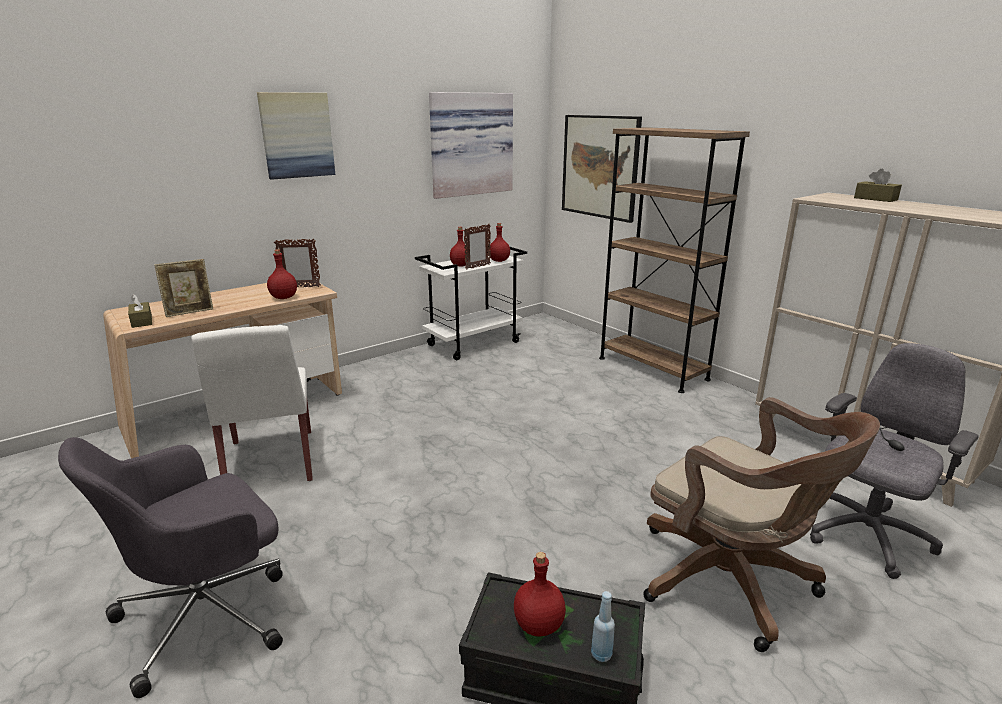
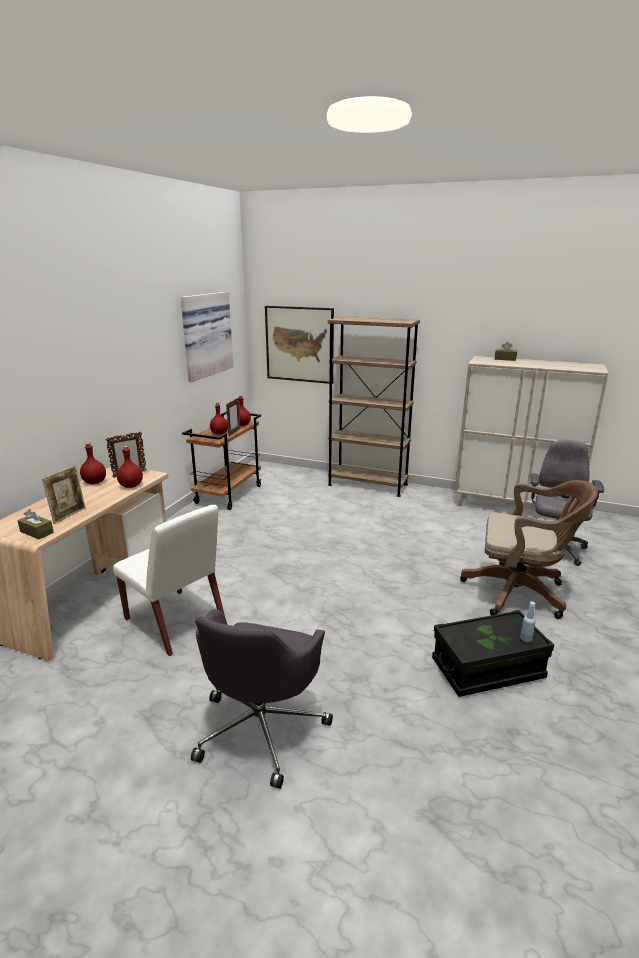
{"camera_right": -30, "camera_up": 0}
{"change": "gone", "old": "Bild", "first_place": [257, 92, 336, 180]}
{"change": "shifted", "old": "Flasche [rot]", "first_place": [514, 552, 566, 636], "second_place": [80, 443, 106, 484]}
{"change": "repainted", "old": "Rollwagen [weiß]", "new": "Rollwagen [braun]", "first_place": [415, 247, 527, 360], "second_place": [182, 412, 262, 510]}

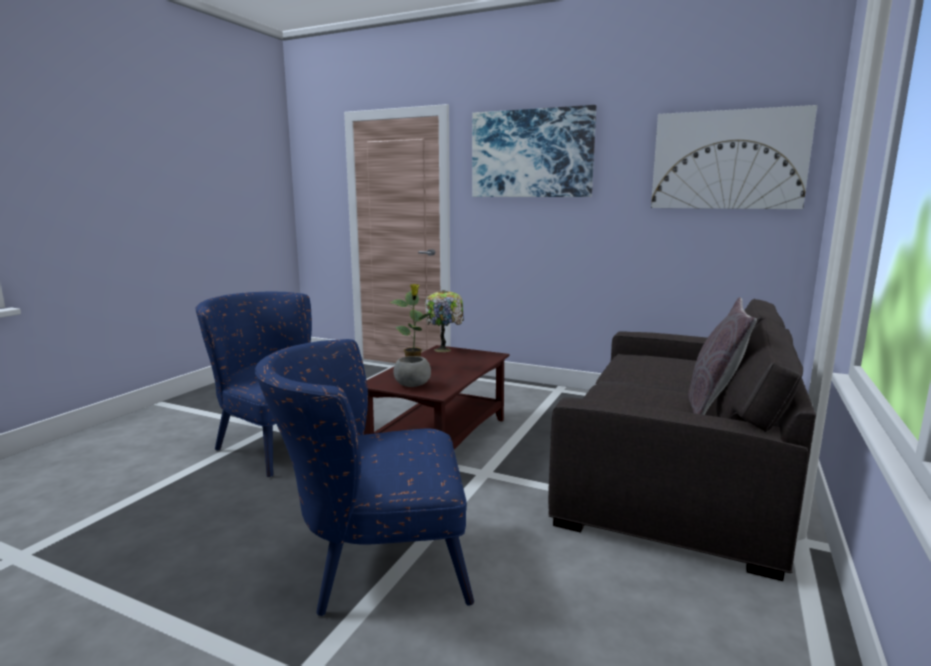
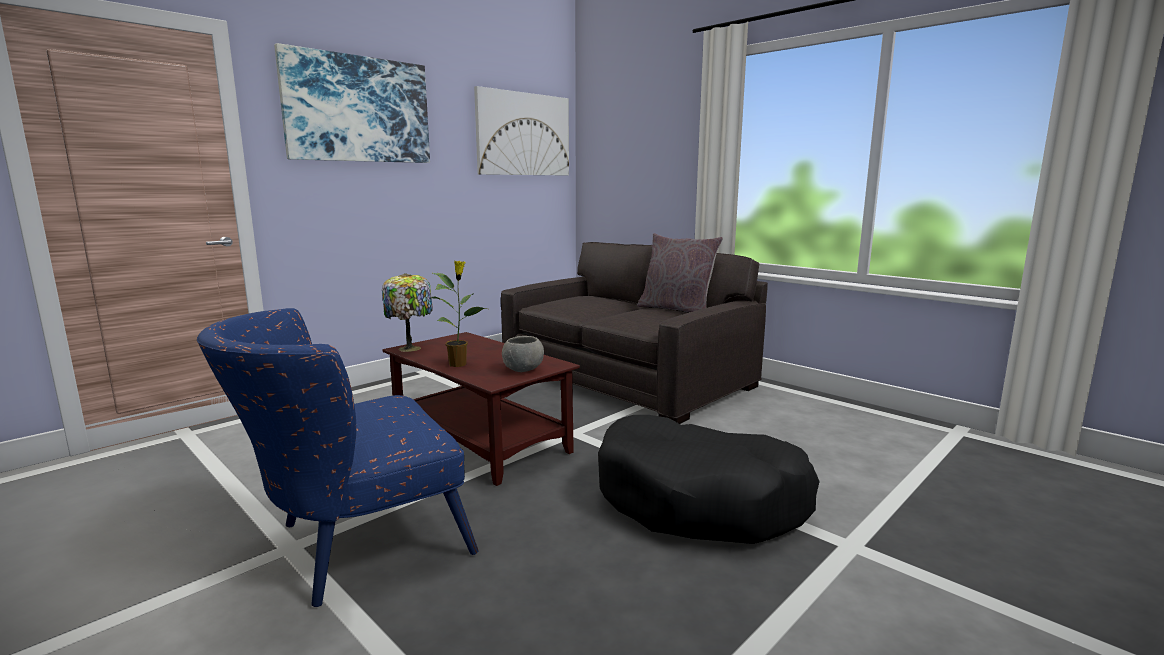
{"camera_right": -70, "camera_up": 0}
{"change": "swapped", "old": "Sessel [blau]", "new": "Hundebett [schwarz]", "first_place": [255, 339, 474, 616], "second_place": [598, 415, 820, 544]}

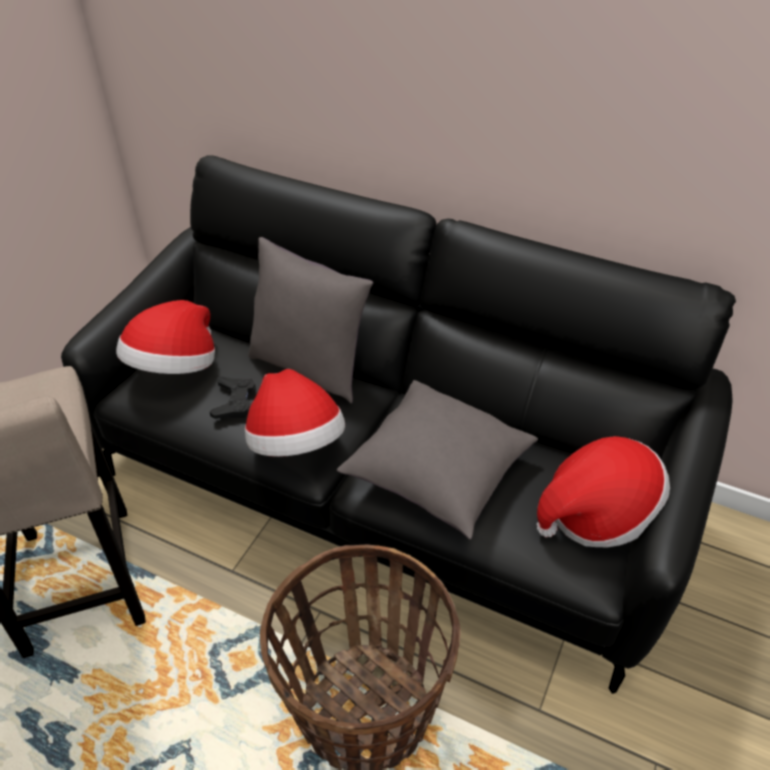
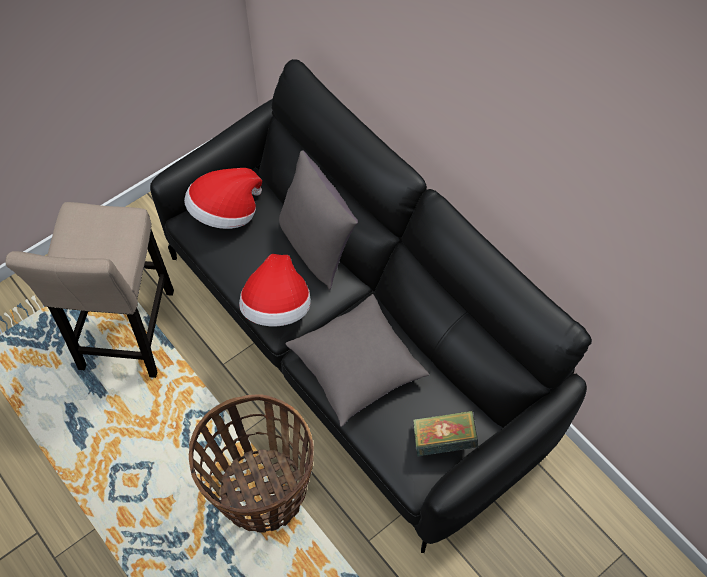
{"camera_right": 25, "camera_up": 15}
{"change": "gone", "old": "Gamepad [schwarz]", "first_place": [210, 377, 256, 419]}
{"change": "swapped", "old": "Hut", "new": "Buch", "first_place": [537, 436, 670, 547], "second_place": [413, 411, 479, 457]}

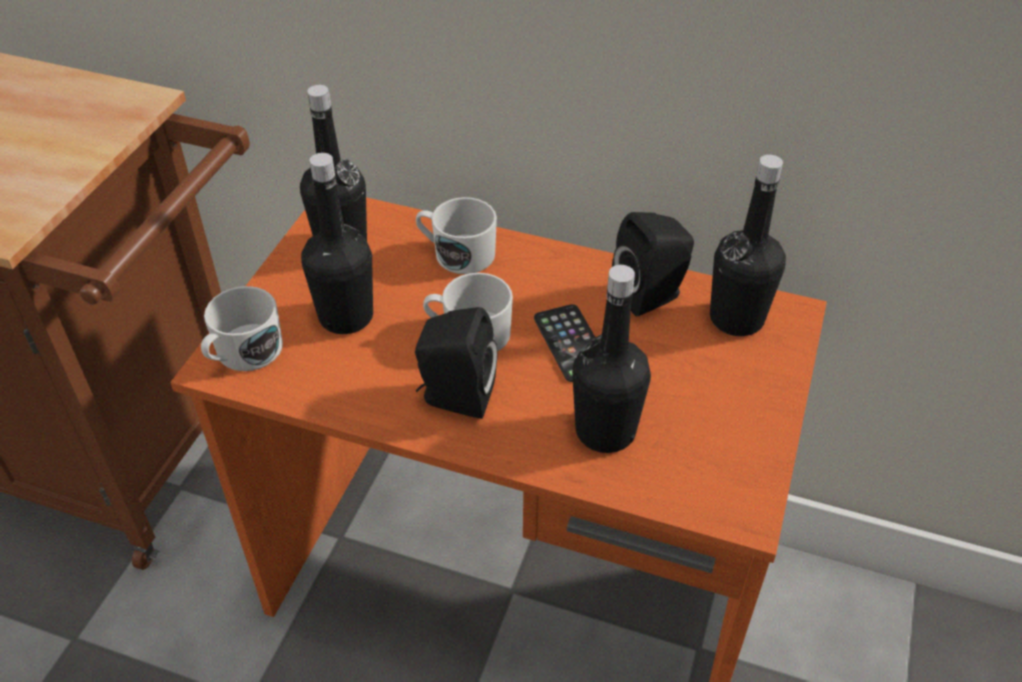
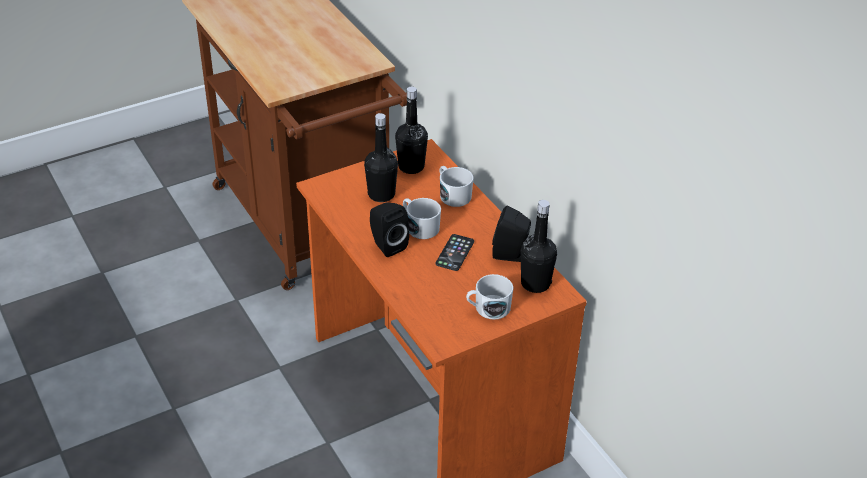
{"camera_right": 40, "camera_up": -5}
{"change": "gone", "old": "Flasche [schwarz]", "first_place": [572, 265, 651, 453]}
{"change": "shifted", "old": "Henkelbecher [weiß]", "first_place": [201, 286, 283, 371], "second_place": [466, 274, 513, 320]}

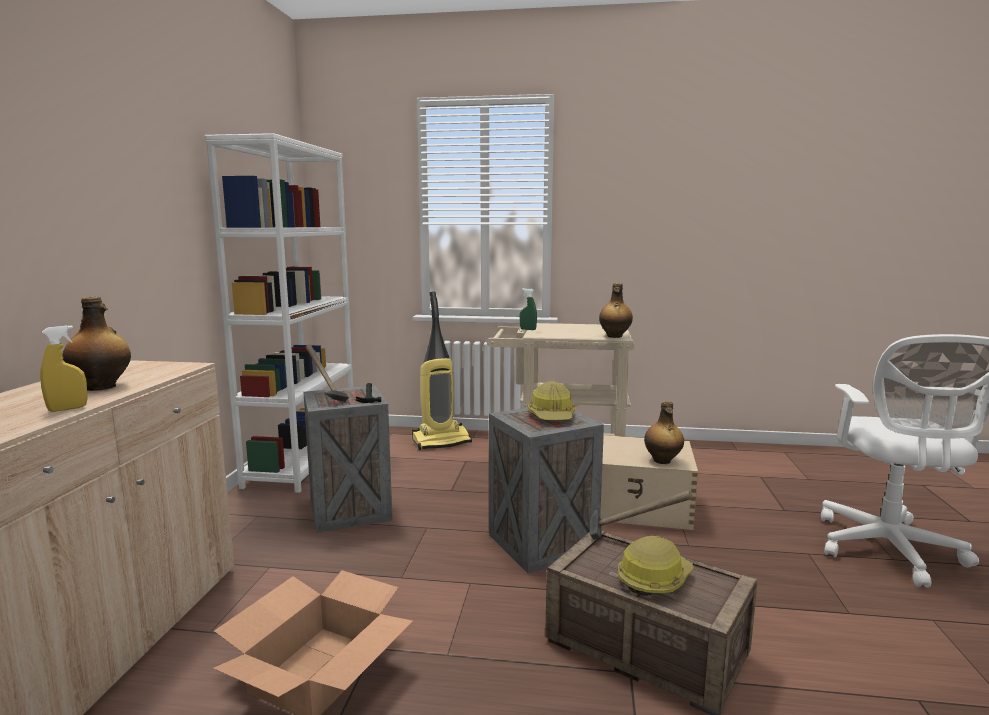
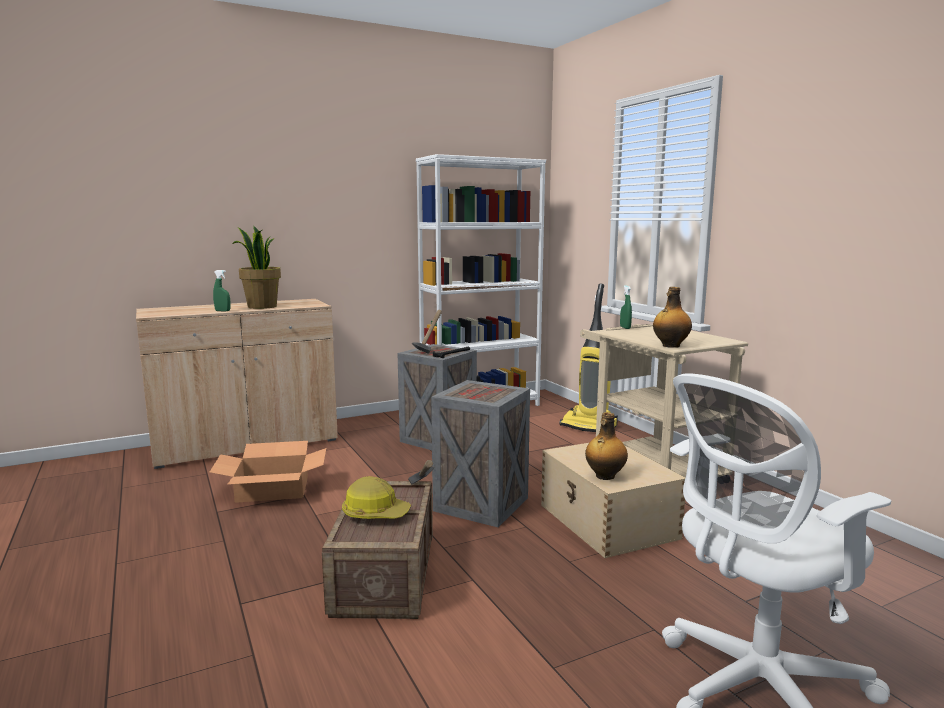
{"camera_right": 55, "camera_up": 0}
{"change": "gone", "old": "Schutzhelm", "first_place": [528, 382, 575, 420]}
{"change": "swapped", "old": "Flasche", "new": "Topfpflanze", "first_place": [62, 297, 131, 391], "second_place": [232, 226, 281, 309]}
{"change": "repainted", "old": "Sprühflasche [gelb]", "new": "Sprühflasche [grün]", "first_place": [40, 325, 88, 412], "second_place": [213, 270, 230, 312]}

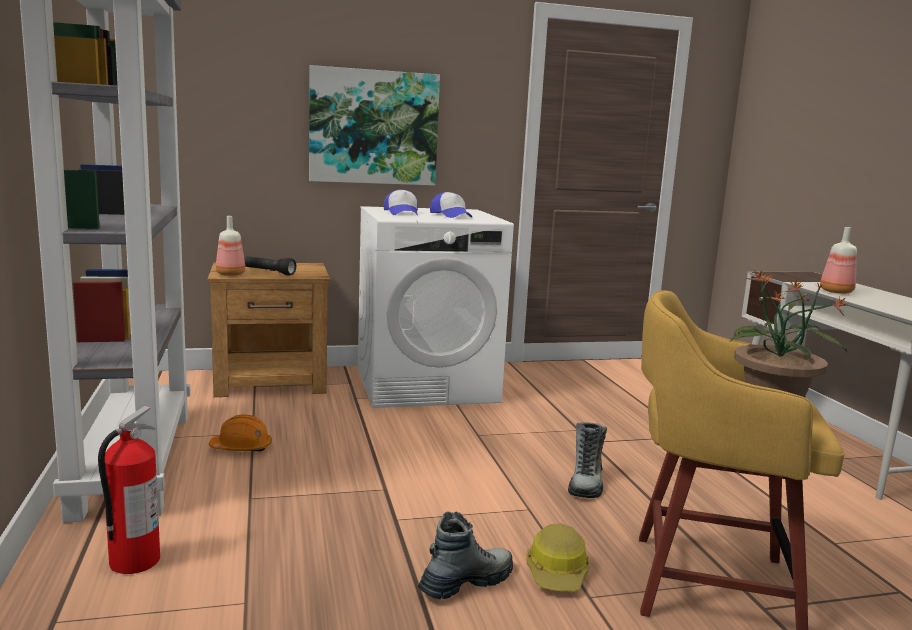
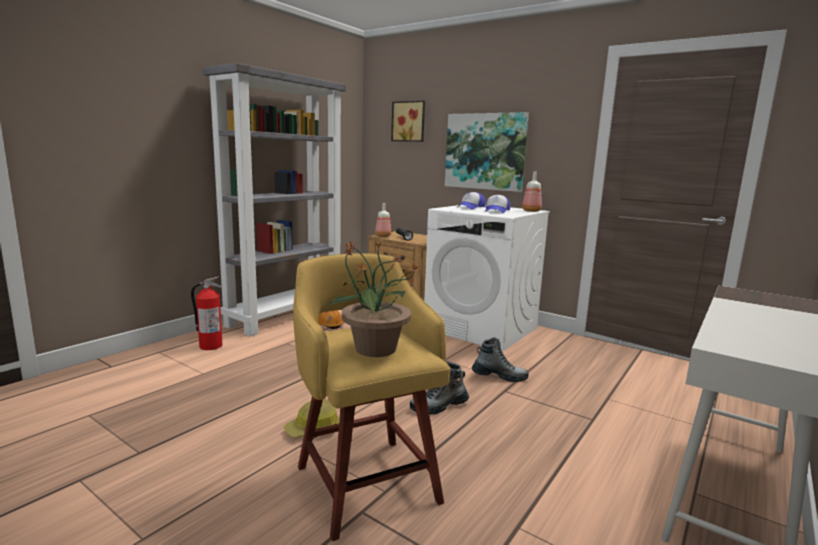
{"camera_right": 50, "camera_up": 0}
{"change": "new", "new": "Bild", "second_place": [391, 101, 425, 142]}
{"change": "shifted", "old": "Stiefel", "first_place": [418, 511, 513, 599], "second_place": [472, 337, 529, 382]}
{"change": "shifted", "old": "Flasche", "first_place": [820, 227, 857, 294], "second_place": [522, 172, 542, 212]}

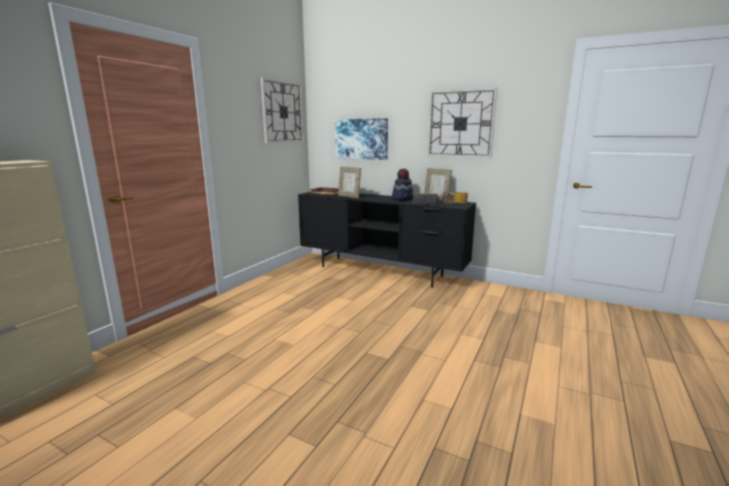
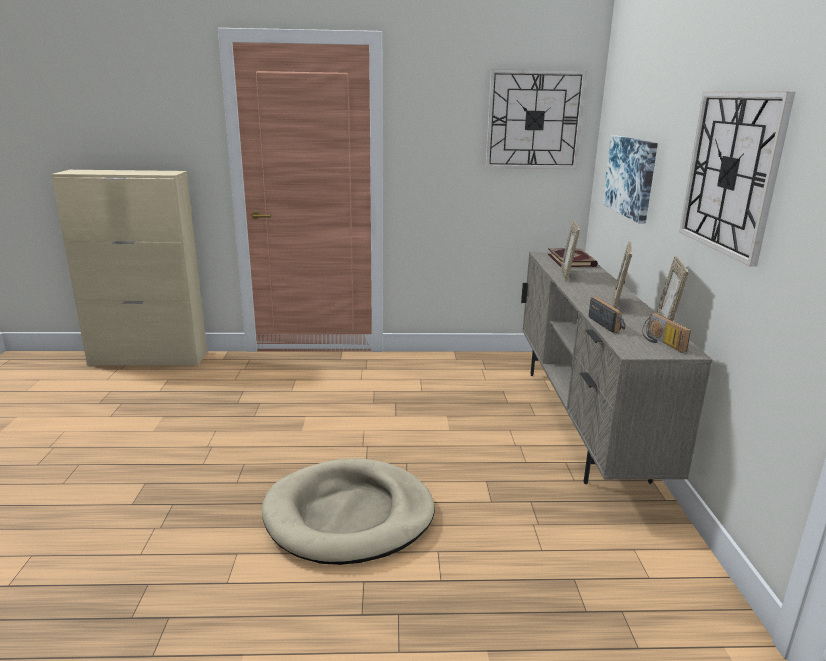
{"camera_right": 60, "camera_up": 5}
{"change": "new", "new": "Hundebett [beige]", "second_place": [262, 459, 435, 565]}
{"change": "swapped", "old": "Hut", "new": "Bilderrahmen", "first_place": [392, 169, 413, 201], "second_place": [613, 242, 632, 309]}
{"change": "repainted", "old": "Fernsehschrank [schwarz]", "new": "Fernsehschrank [beige]", "first_place": [298, 191, 476, 288], "second_place": [521, 252, 713, 484]}

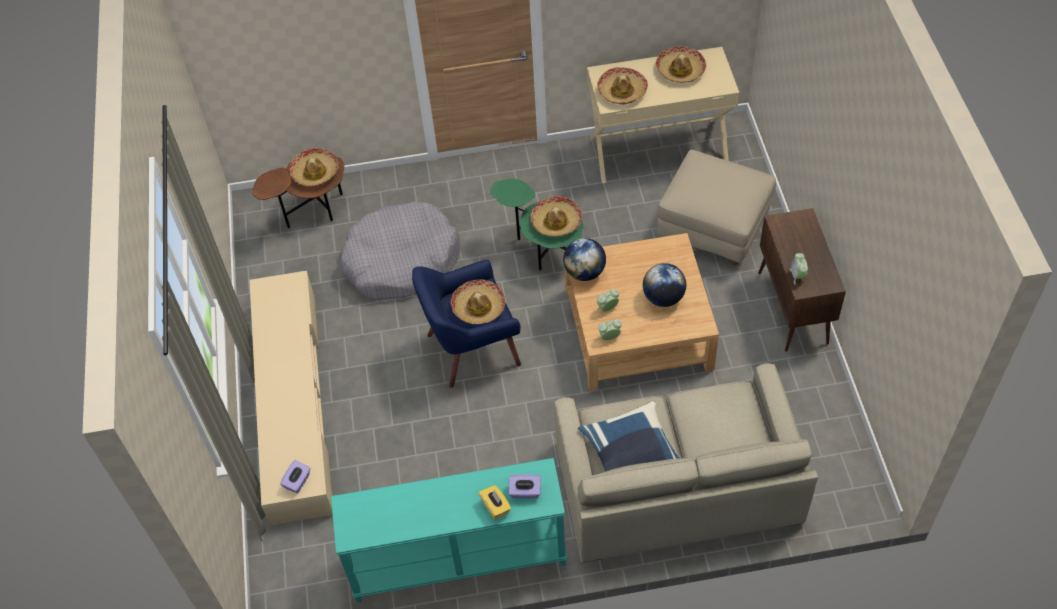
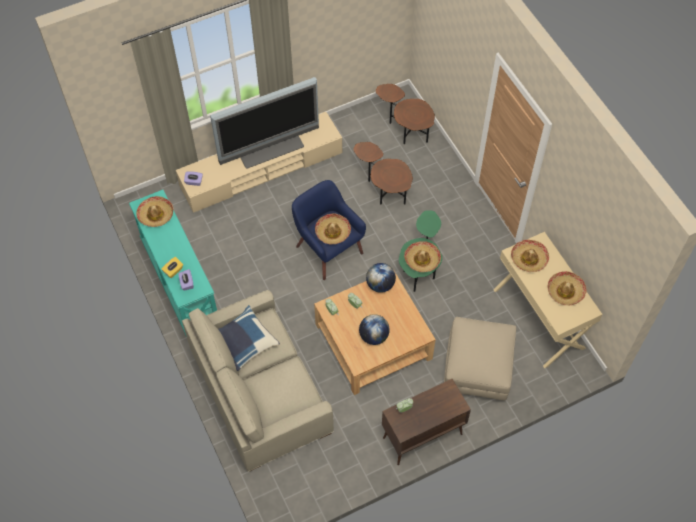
{"camera_right": 70, "camera_up": 5}
{"change": "new", "new": "Fernseher", "second_place": [210, 77, 319, 169]}
{"change": "shifted", "old": "Hut", "first_place": [289, 148, 339, 187], "second_place": [136, 196, 173, 227]}
{"change": "swapped", "old": "Hundebett [grau]", "new": "Beistelltisch [braun]", "first_place": [340, 202, 461, 300], "second_place": [353, 142, 413, 205]}

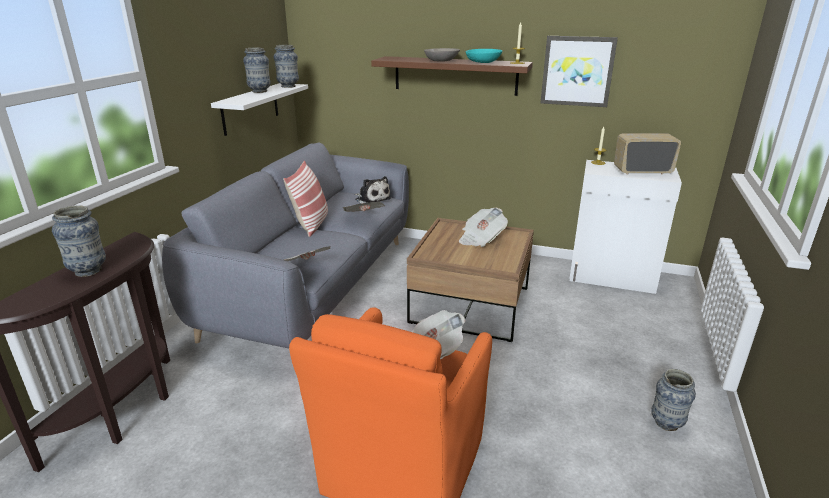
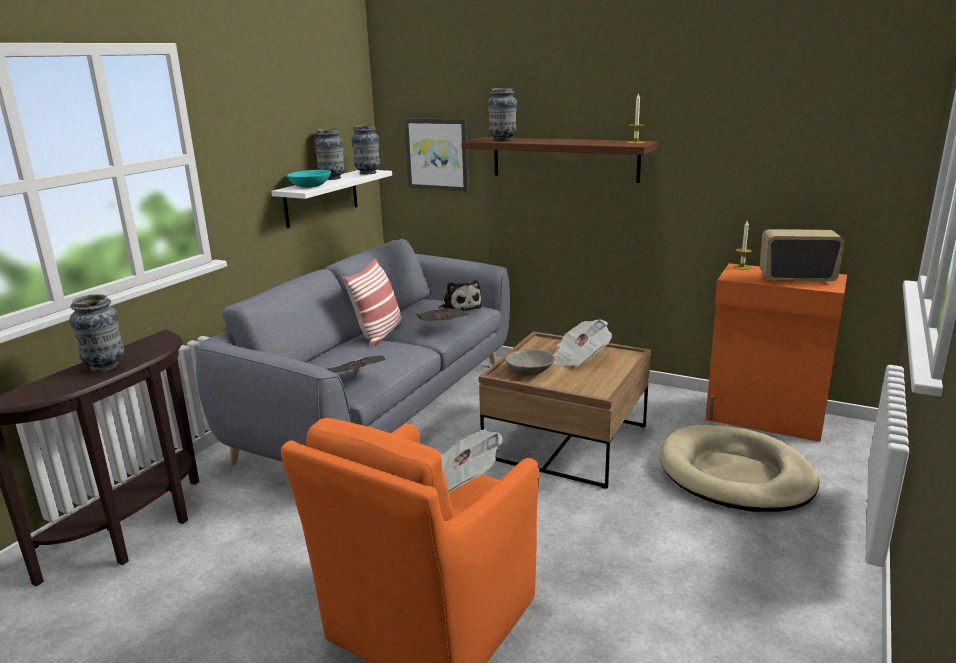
{"camera_right": 10, "camera_up": -5}
{"change": "new", "new": "Hundebett [beige]", "second_place": [660, 425, 819, 512]}
{"change": "shifted", "old": "Schüssel [grau]", "first_place": [424, 48, 460, 62], "second_place": [505, 349, 555, 376]}
{"change": "shifted", "old": "Schüssel [türkis]", "first_place": [466, 49, 502, 63], "second_place": [287, 170, 331, 188]}
{"change": "shifted", "old": "Bild", "first_place": [540, 36, 618, 107], "second_place": [404, 118, 469, 191]}
{"change": "shifted", "old": "Vase", "first_place": [651, 369, 696, 431], "second_place": [487, 88, 517, 141]}
{"change": "repainted", "old": "Schrank [weiß]", "new": "Schrank [orange]", "first_place": [570, 160, 682, 294], "second_place": [705, 263, 847, 442]}

